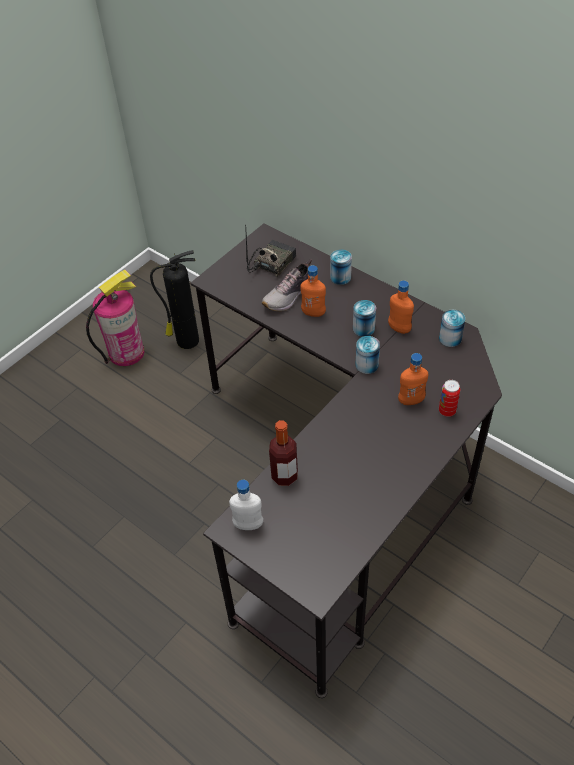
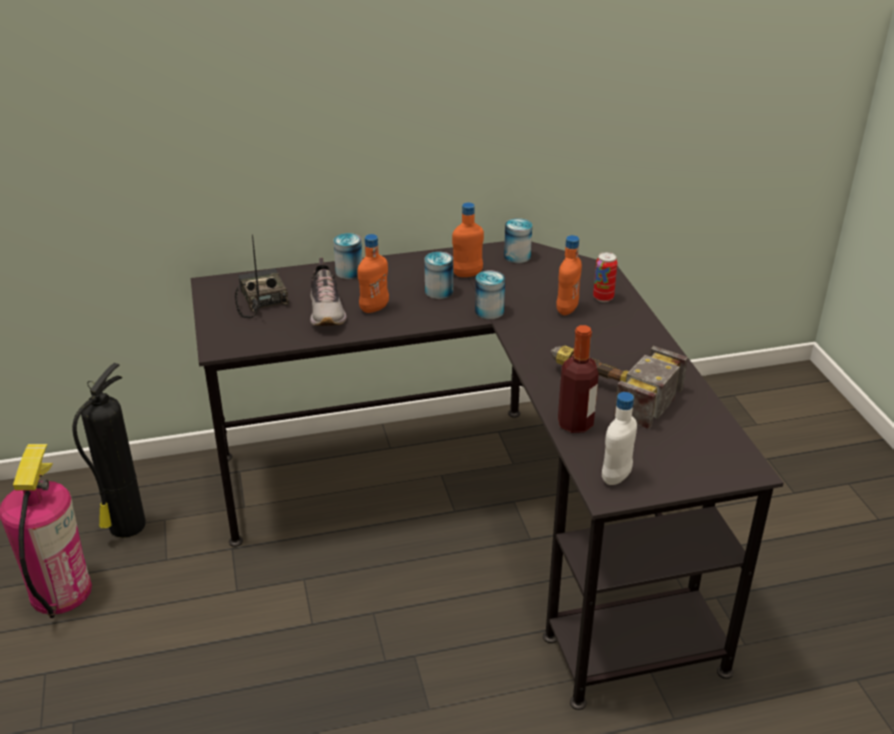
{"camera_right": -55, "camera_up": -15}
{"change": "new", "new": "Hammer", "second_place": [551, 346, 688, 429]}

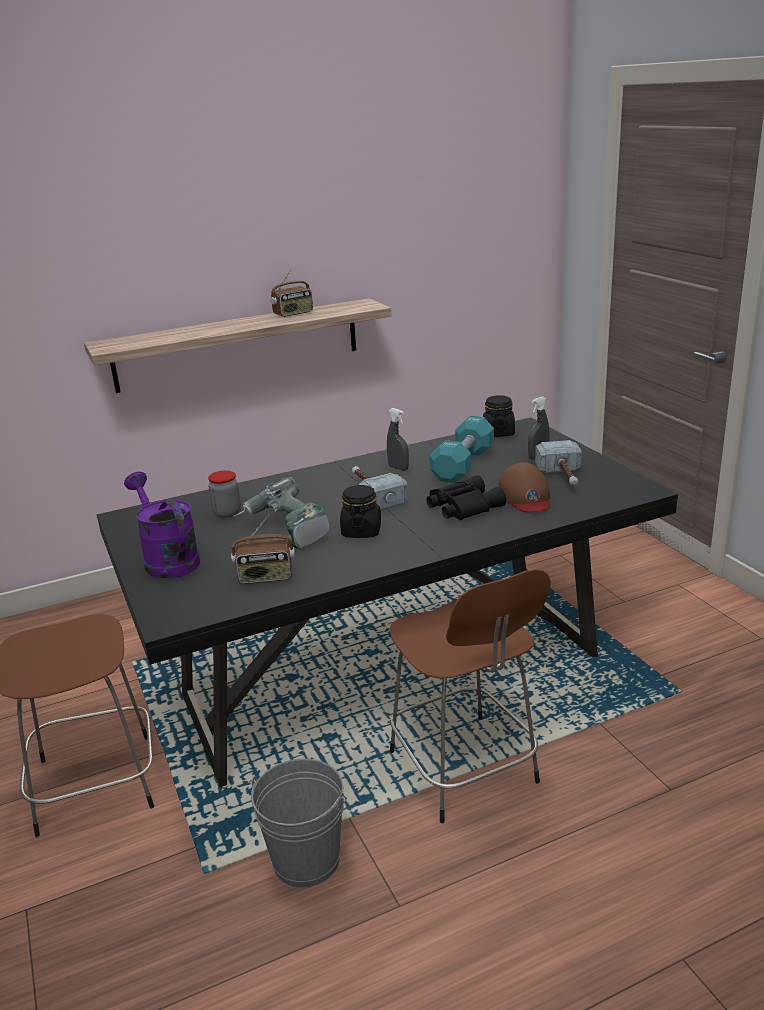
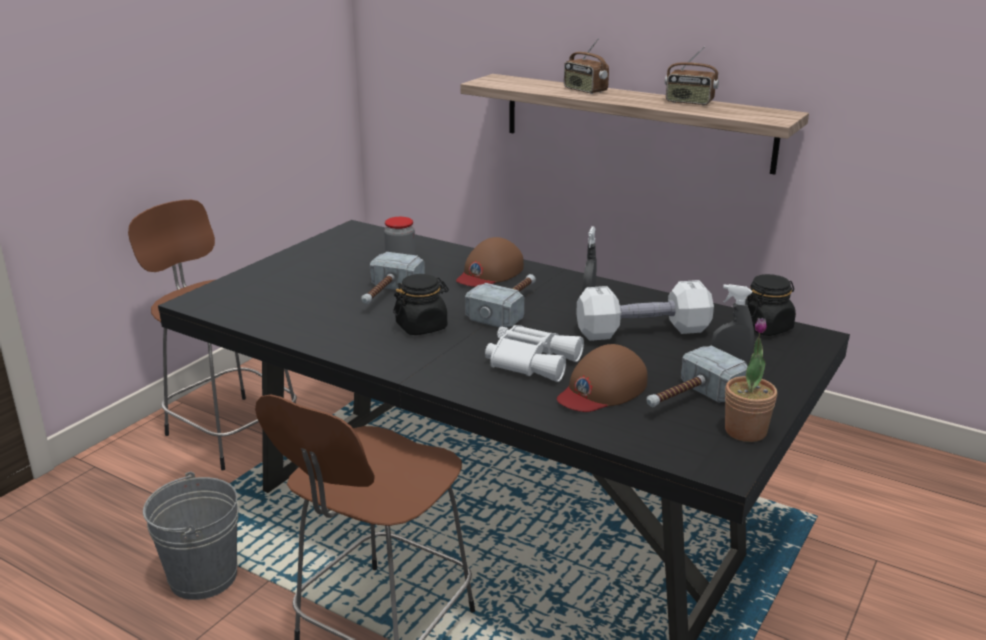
{"camera_right": 55, "camera_up": 0}
{"change": "gone", "old": "Gießkanne [lila]", "first_place": [124, 472, 200, 579]}
{"change": "new", "new": "Kappe [braun]", "second_place": [456, 237, 524, 287]}
{"change": "new", "new": "Topfpflanze", "second_place": [725, 318, 777, 442]}
{"change": "shifted", "old": "Radio", "first_place": [231, 514, 295, 584], "second_place": [564, 38, 609, 94]}
{"change": "swapped", "old": "Bohrmaschine", "new": "Hammer", "first_place": [233, 477, 329, 549], "second_place": [361, 252, 425, 304]}
{"change": "repainted", "old": "Fernglas [schwarz]", "new": "Fernglas [weiß]", "first_place": [426, 475, 506, 520], "second_place": [485, 325, 584, 382]}
{"change": "repainted", "old": "Hantel [türkis]", "new": "Hantel [weiß]", "first_place": [430, 416, 494, 483], "second_place": [576, 280, 714, 341]}

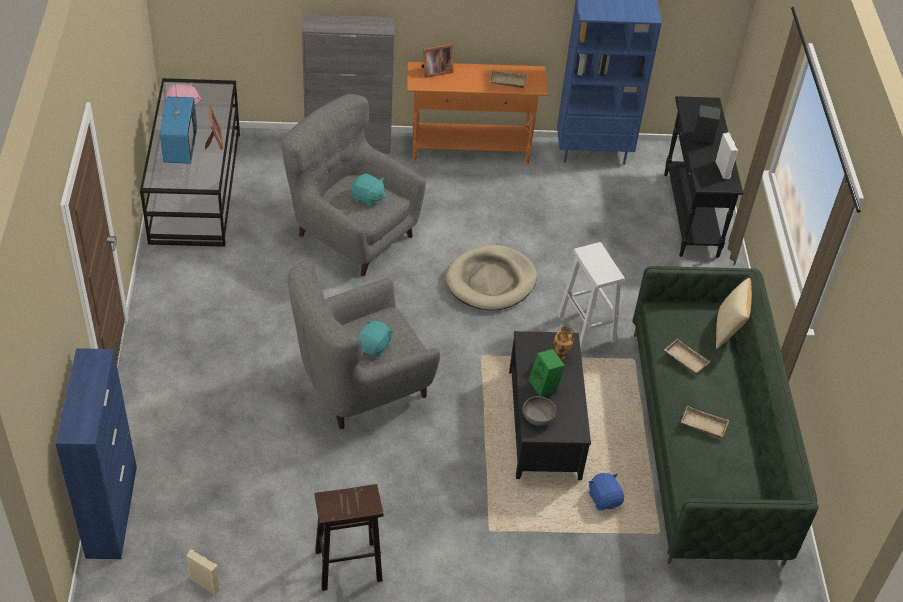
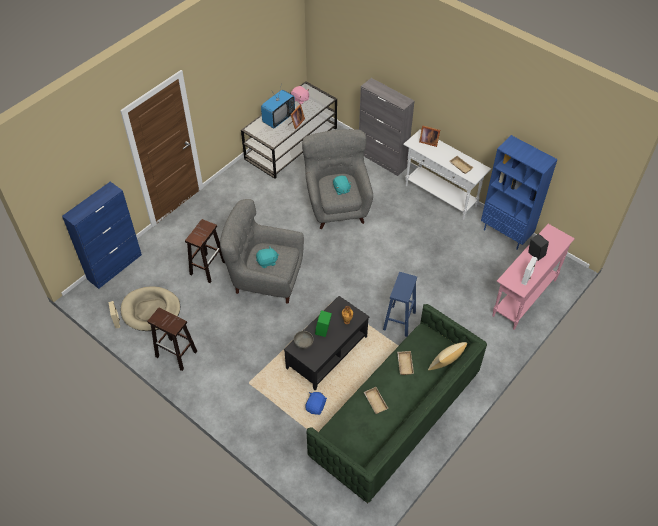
{"camera_right": 45, "camera_up": 5}
{"change": "new", "new": "Hocker [braun]", "second_place": [185, 219, 225, 283]}
{"change": "shifted", "old": "Hundebett [beige]", "first_place": [446, 245, 537, 311], "second_place": [121, 286, 180, 331]}
{"change": "repainted", "old": "Konsolentisch [orange]", "new": "Konsolentisch [weiß]", "first_place": [407, 62, 548, 164], "second_place": [403, 130, 491, 220]}
{"change": "repainted", "old": "Hocker [weiß]", "new": "Hocker [blau]", "first_place": [557, 242, 625, 352], "second_place": [383, 272, 417, 337]}
{"change": "repainted", "old": "Konsolentisch [schwarz]", "new": "Konsolentisch [rosa]", "first_place": [664, 96, 743, 258], "second_place": [492, 224, 575, 330]}

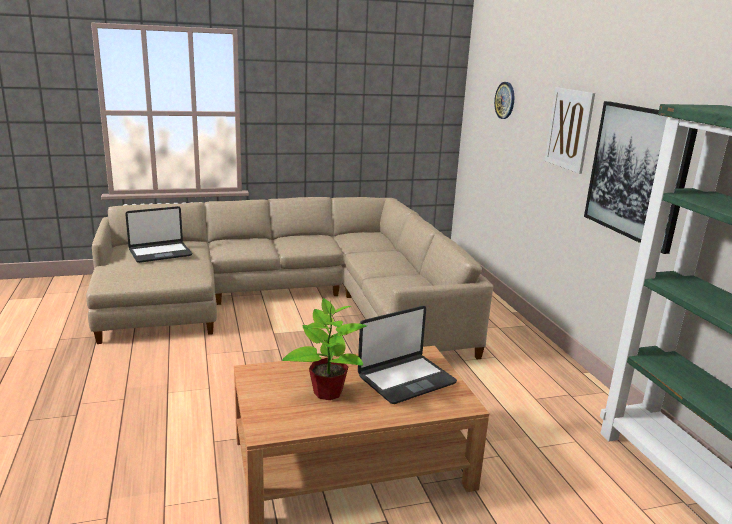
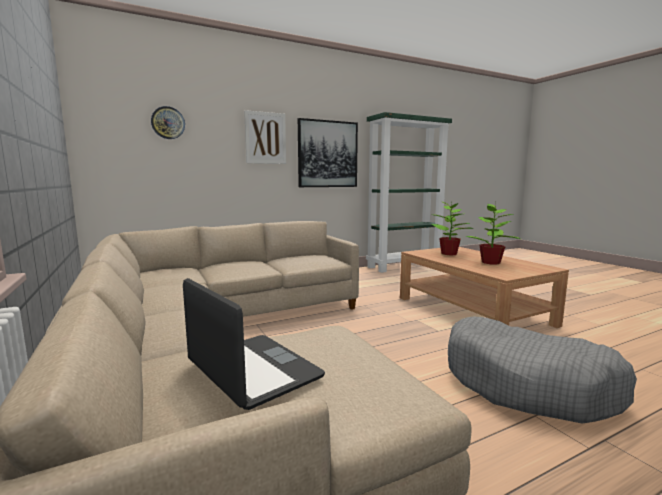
{"camera_right": -100, "camera_up": -10}
{"change": "new", "new": "Hundebett [grau]", "second_place": [448, 316, 637, 424]}
{"change": "swapped", "old": "Laptop", "new": "Topfpflanze", "first_place": [358, 306, 457, 404], "second_place": [431, 202, 474, 256]}

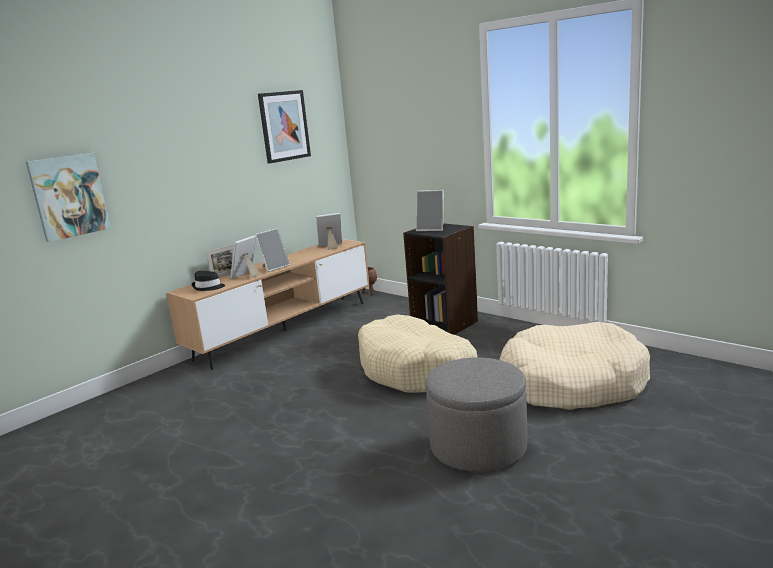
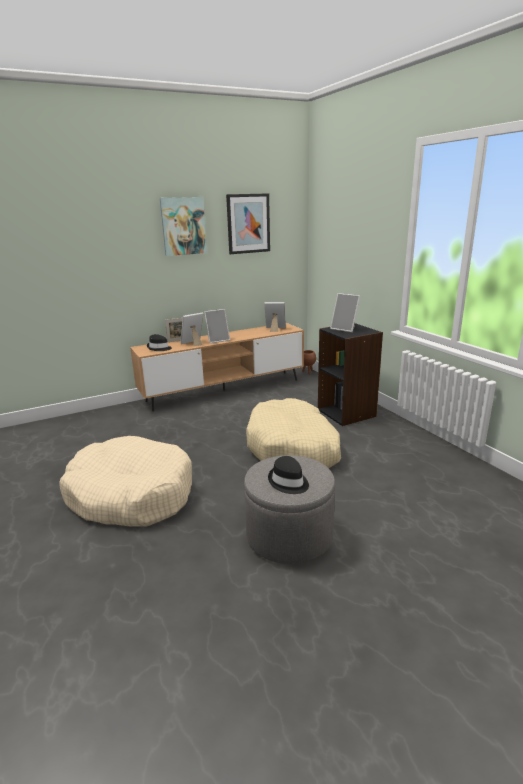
{"camera_right": 20, "camera_up": 5}
{"change": "new", "new": "Hut [schwarz]", "second_place": [268, 456, 309, 494]}
{"change": "shifted", "old": "Bild", "first_place": [26, 153, 111, 242], "second_place": [160, 197, 207, 256]}
{"change": "shifted", "old": "Hundebett [beige]", "first_place": [499, 322, 650, 410], "second_place": [59, 436, 192, 526]}

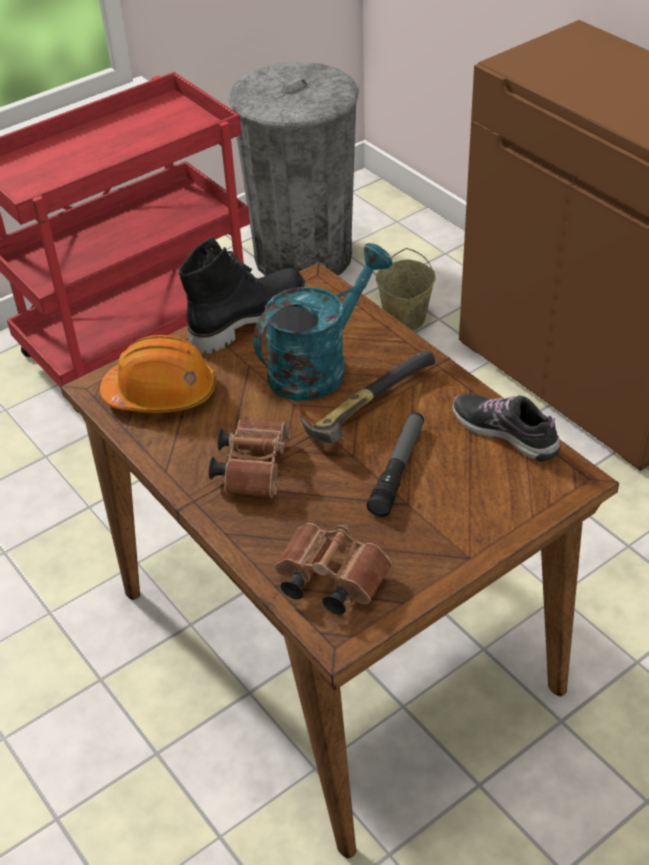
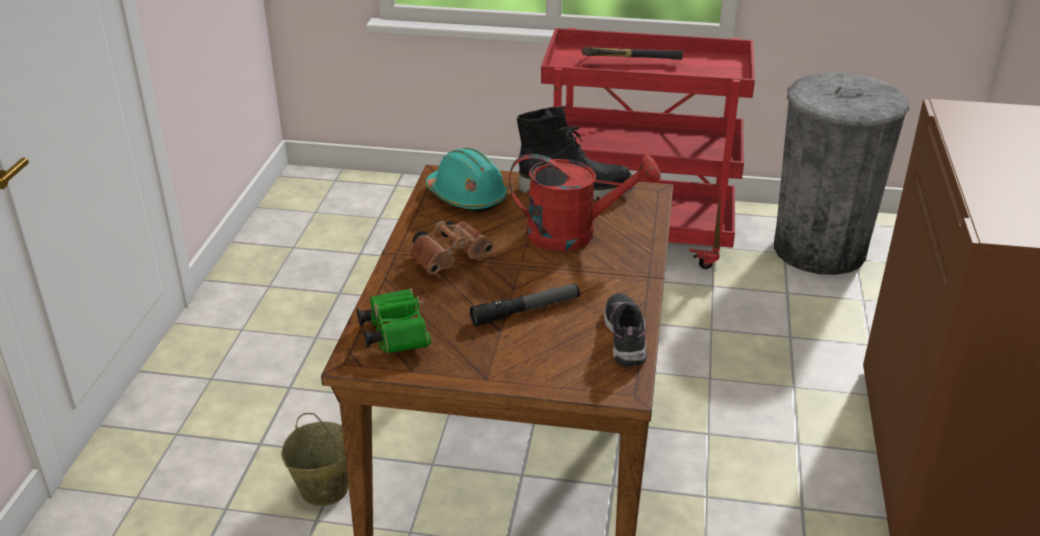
{"camera_right": 45, "camera_up": -10}
{"change": "shifted", "old": "Hammer", "first_place": [300, 351, 435, 443], "second_place": [582, 47, 683, 60]}
{"change": "shifted", "old": "Eimer [beige]", "first_place": [376, 248, 436, 331], "second_place": [281, 413, 349, 506]}
{"change": "repainted", "old": "Schutzhelm [orange]", "new": "Schutzhelm [türkis]", "first_place": [100, 335, 216, 413], "second_place": [426, 148, 508, 212]}
{"change": "repainted", "old": "Gießkanne [türkis]", "new": "Gießkanne [rot]", "first_place": [253, 243, 392, 401], "second_place": [509, 154, 661, 251]}
{"change": "repainted", "old": "Fernglas [braun]", "new": "Fernglas [grün]", "first_place": [275, 523, 392, 615], "second_place": [357, 288, 431, 354]}

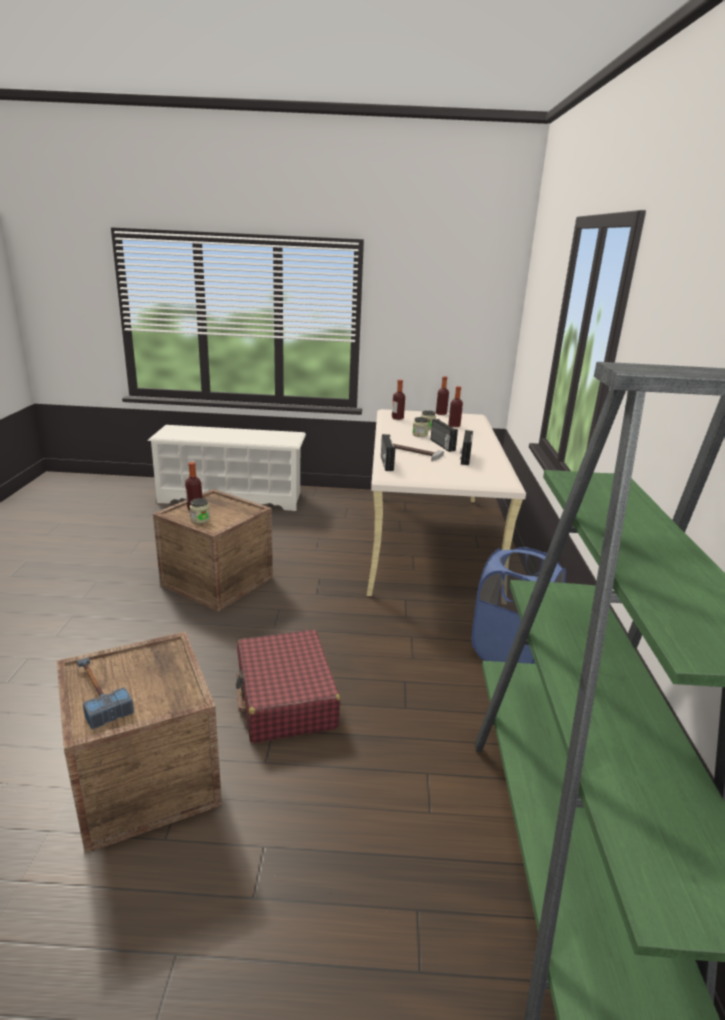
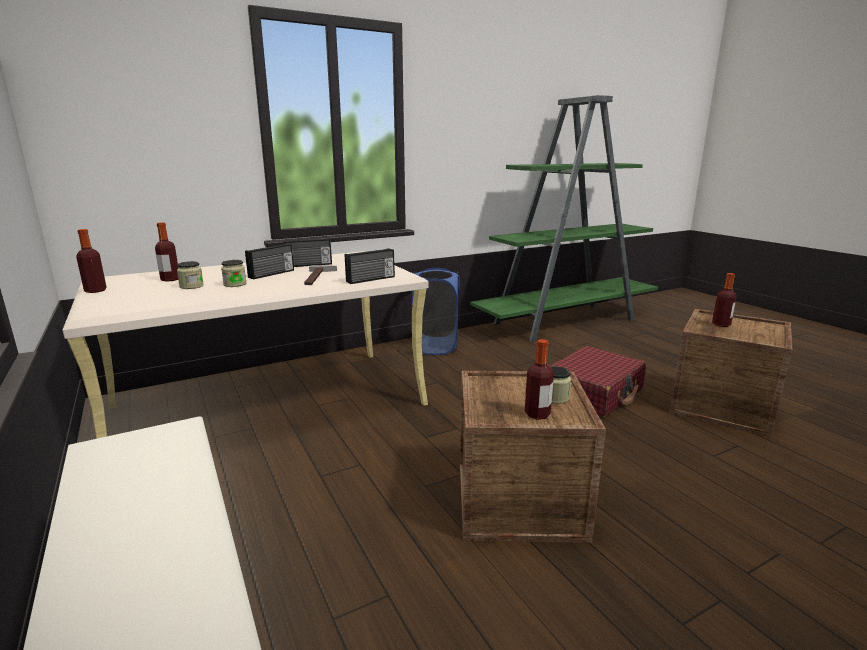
{"camera_right": -120, "camera_up": -5}
{"change": "gone", "old": "Hammer", "first_place": [77, 657, 134, 729]}
{"change": "shifted", "old": "Flasche", "first_place": [392, 380, 405, 420], "second_place": [712, 273, 737, 327]}

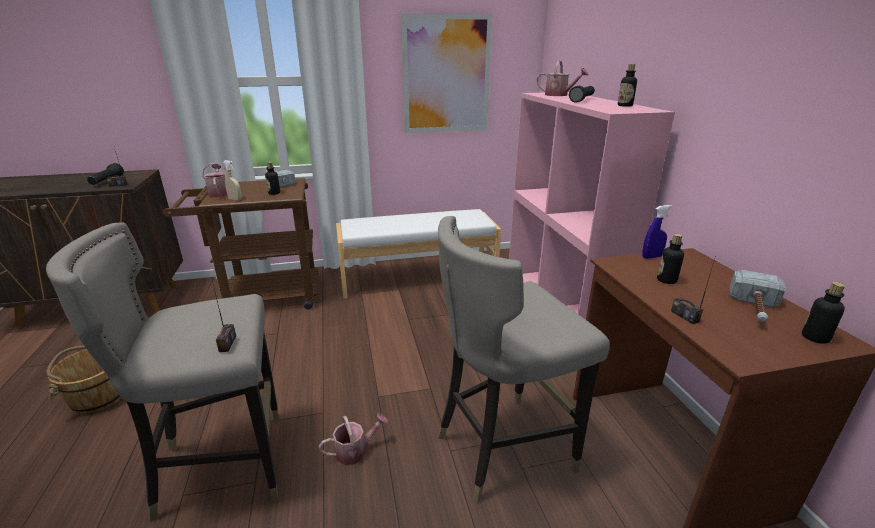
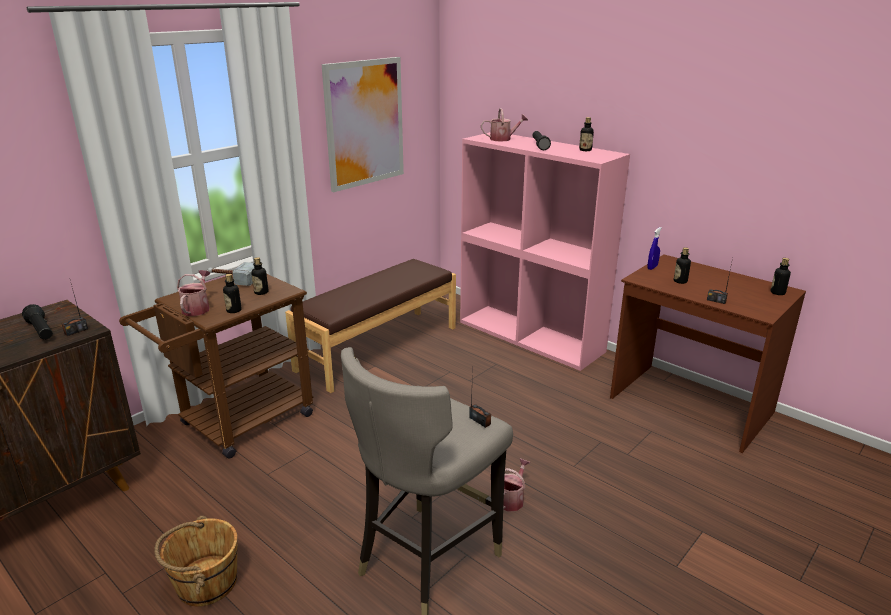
{"camera_right": -35, "camera_up": 0}
{"change": "gone", "old": "Hocker [grau]", "first_place": [438, 216, 610, 503]}
{"change": "gone", "old": "Hammer", "first_place": [730, 270, 786, 322]}
{"change": "swapped", "old": "Sprühflasche [beige]", "new": "Flasche", "first_place": [223, 160, 242, 201], "second_place": [223, 274, 242, 313]}
{"change": "repainted", "old": "Bank [weiß]", "new": "Bank [braun]", "first_place": [336, 209, 501, 298], "second_place": [285, 259, 456, 393]}
{"change": "rotated", "old": "Gießkanne", "first_place": [202, 163, 227, 197], "second_place": [177, 270, 210, 316], "degrees": 60}

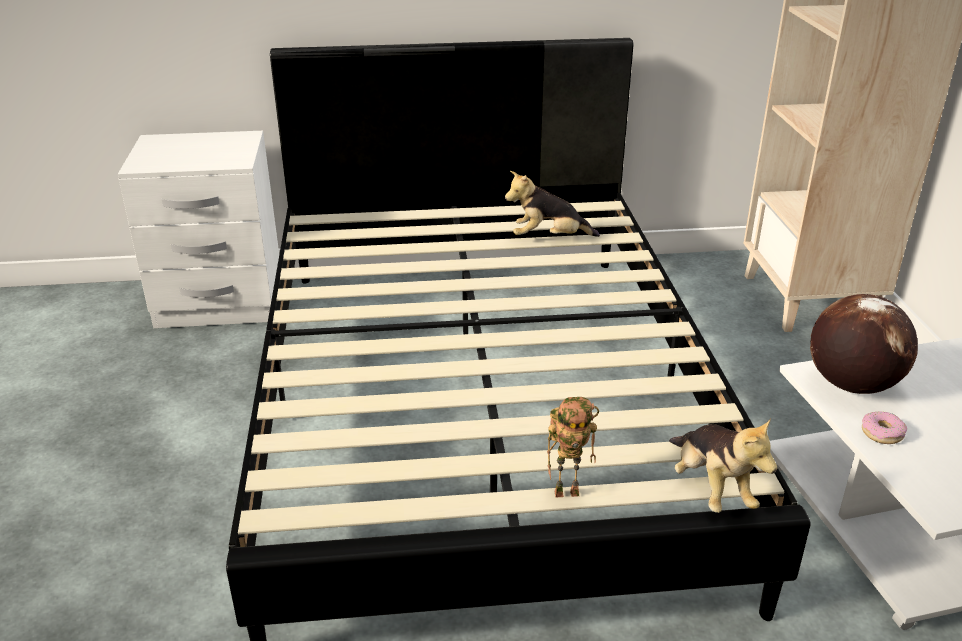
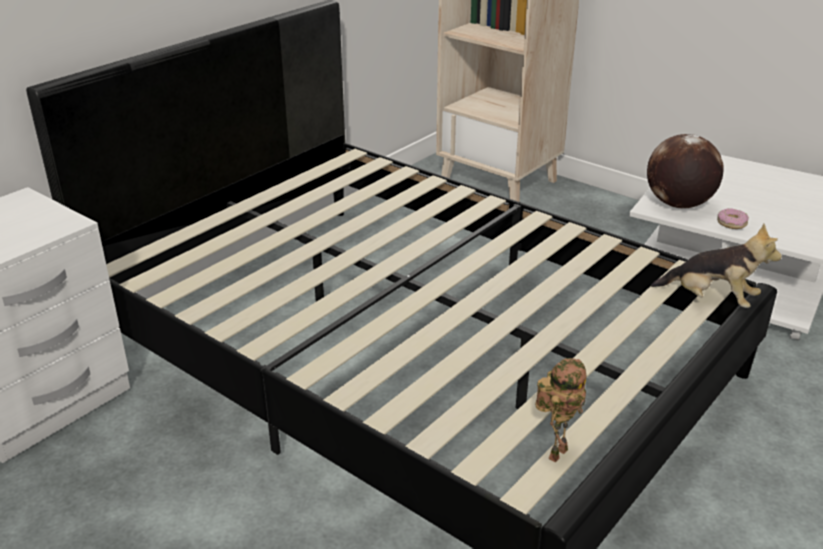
{"camera_right": -45, "camera_up": 0}
{"change": "gone", "old": "Plüschtier", "first_place": [505, 171, 600, 237]}
{"change": "shifted", "old": "Spielzeugroboter", "first_place": [547, 397, 599, 497], "second_place": [535, 358, 586, 462]}

